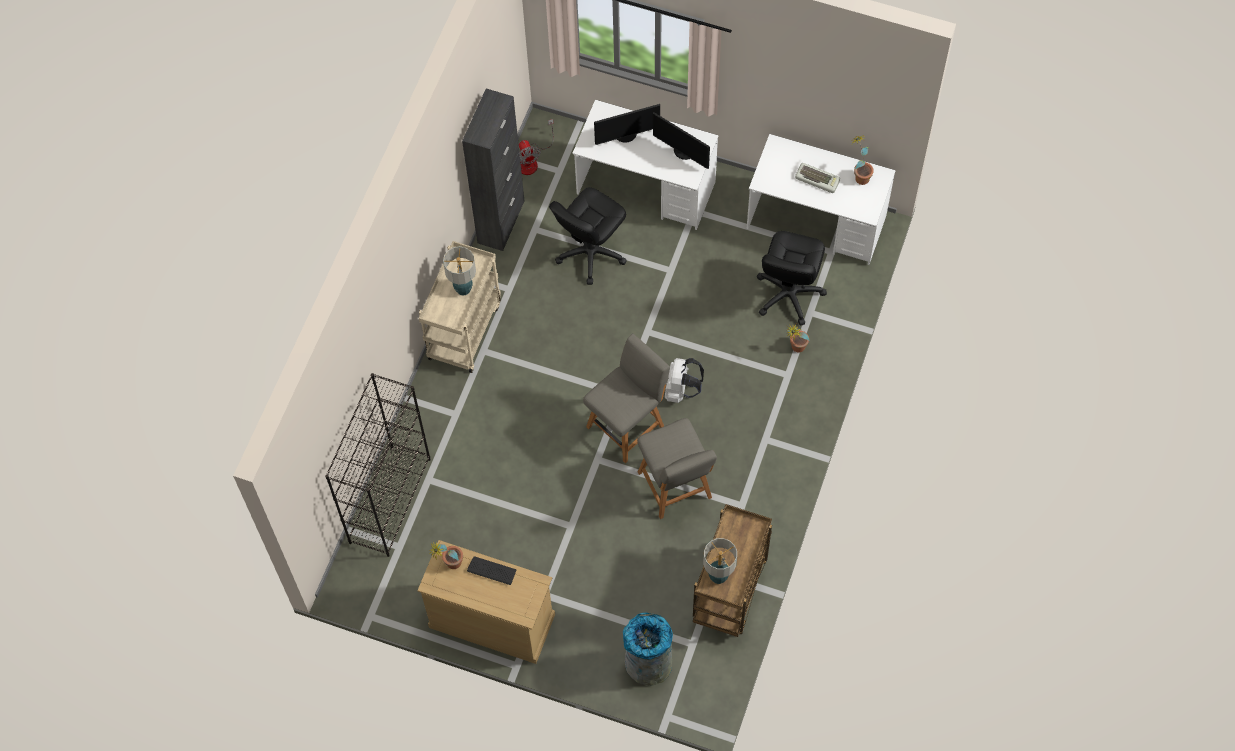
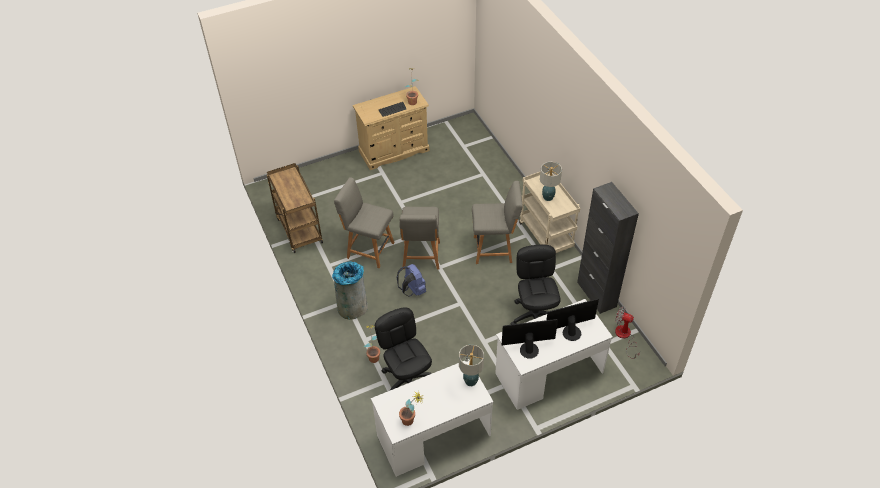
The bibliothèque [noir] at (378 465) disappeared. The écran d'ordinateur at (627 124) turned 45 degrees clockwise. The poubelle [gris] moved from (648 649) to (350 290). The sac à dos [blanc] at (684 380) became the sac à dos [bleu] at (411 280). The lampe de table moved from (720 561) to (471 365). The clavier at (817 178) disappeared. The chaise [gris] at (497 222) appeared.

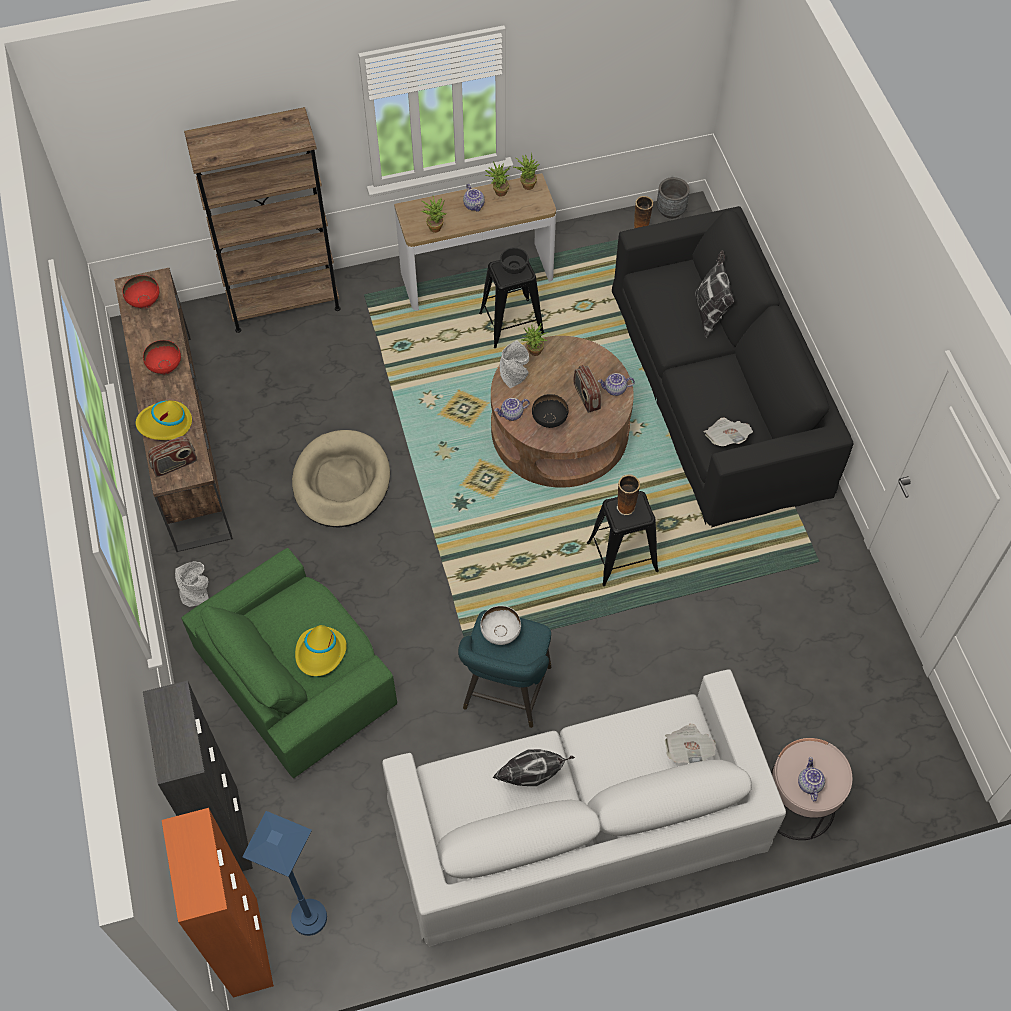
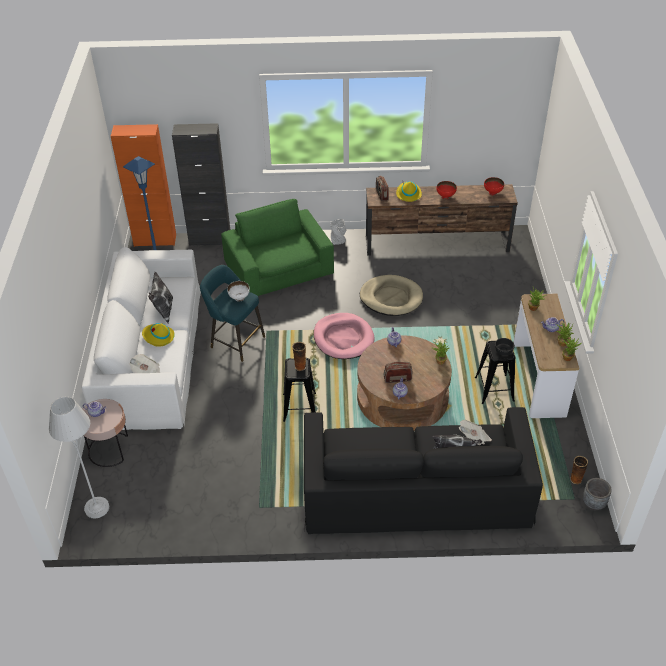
The bibliothèque [marron] at (262 220) disappeared. The chapeau [jaune] moved from (321 650) to (158 335). The vase [gris] at (514 364) disappeared. The bol [noir] at (550 411) disappeared. The journal moved from (728 431) to (475 432). The lampadaire [gris] at (79 457) appeared. The panier pour chien [rose] at (344 336) appeared.

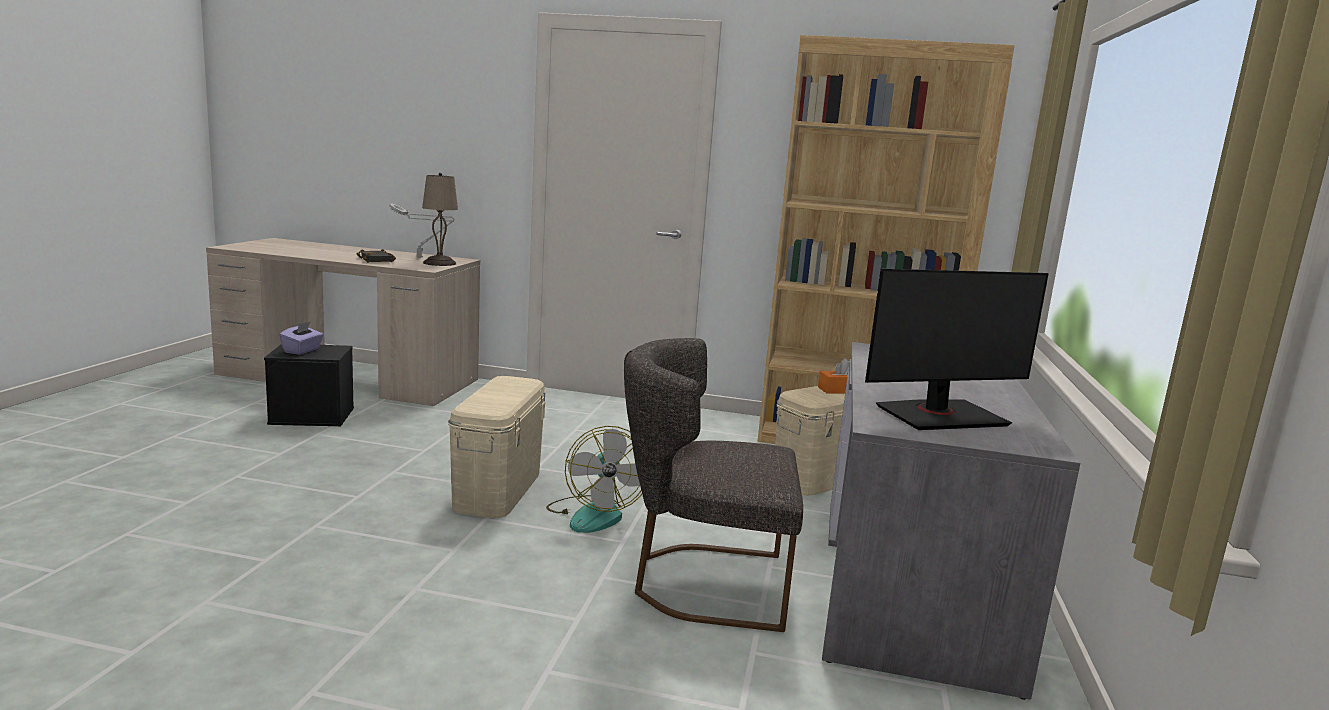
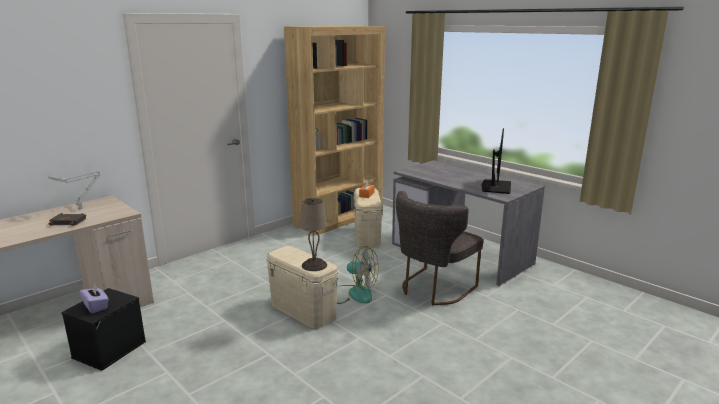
The lampe de table [beige] moved from (440 219) to (313 234).

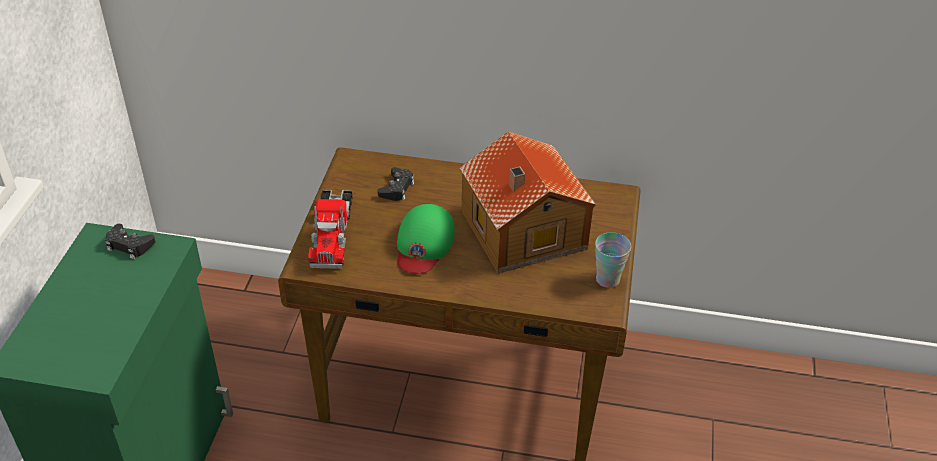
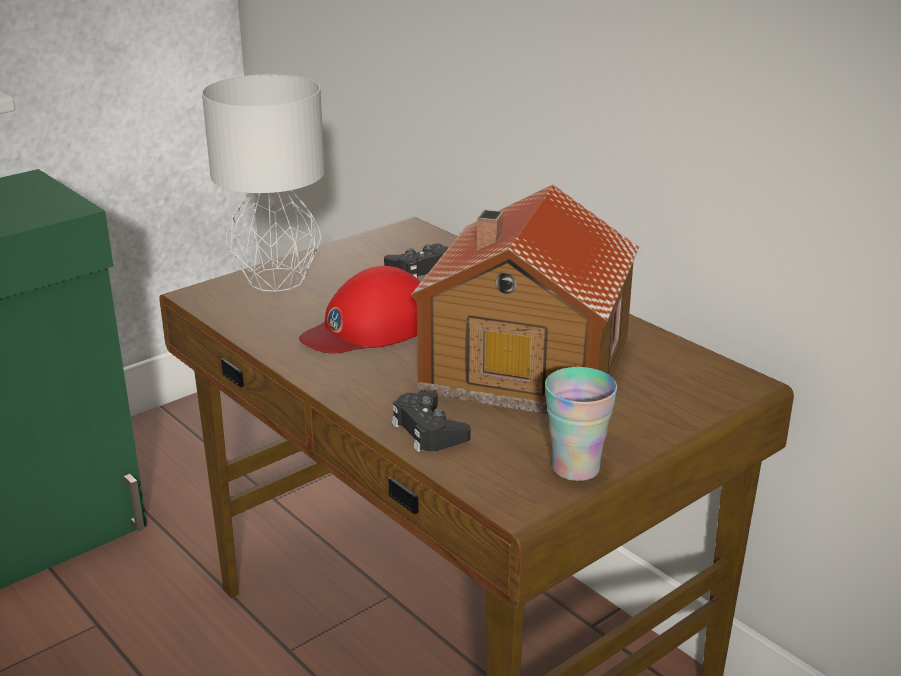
The manette [noir] moved from (130 241) to (431 421). The camion jouet at (330 229) was replaced by the lampe de table [gris] at (263 183). The casquette [vert] at (426 239) became the casquette [rouge] at (360 310).

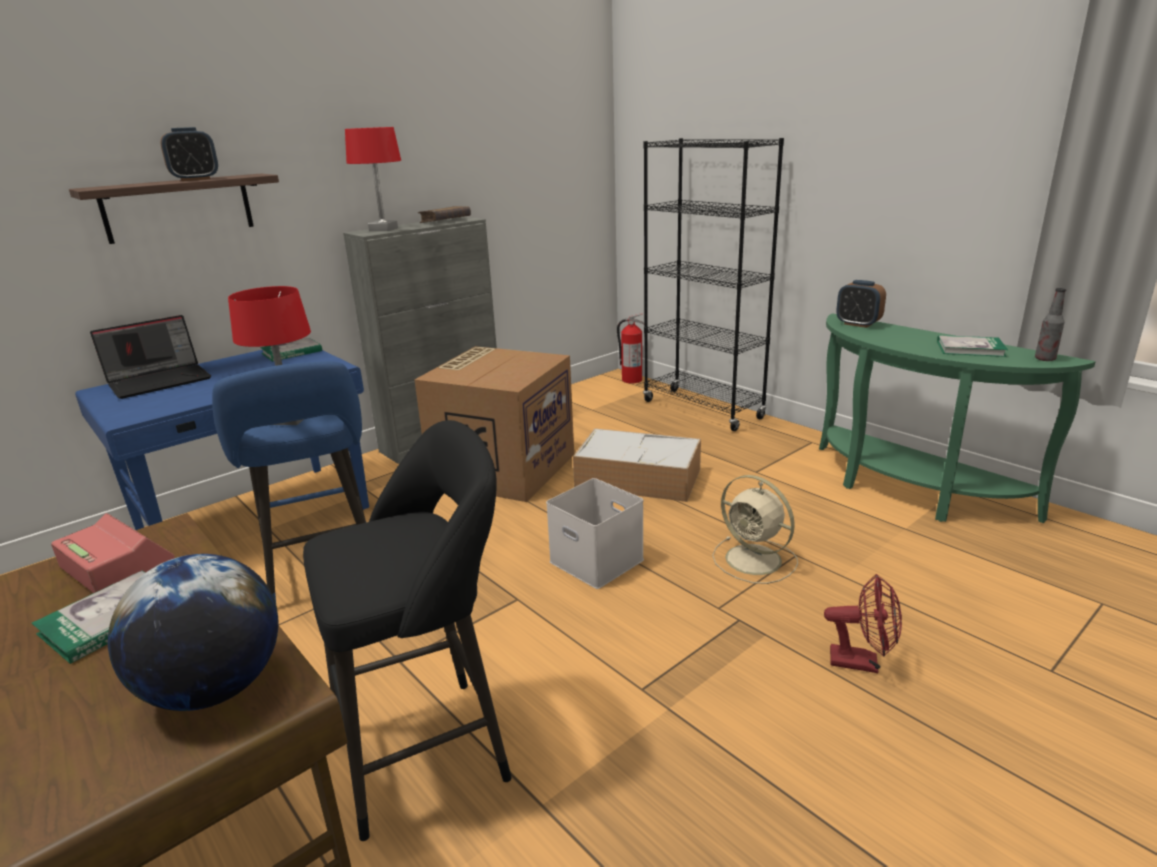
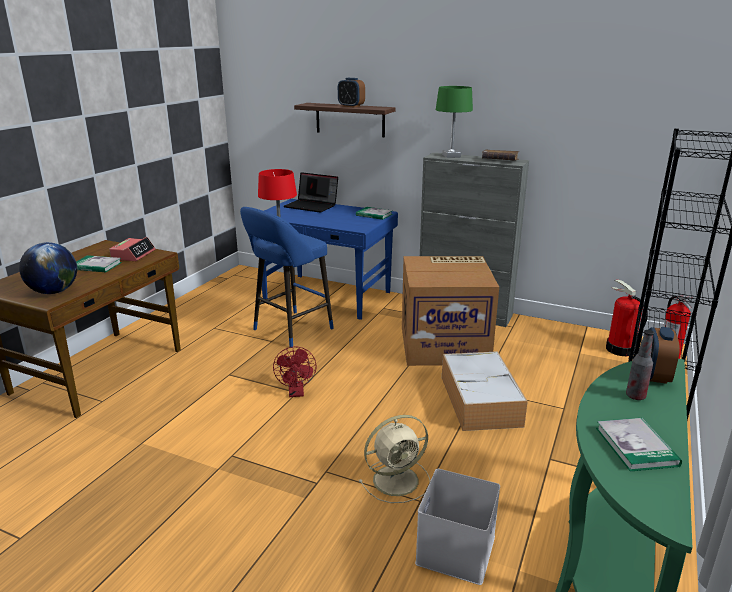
The tabouret [noir] at (407 630) disappeared. The lampe de table [rouge] at (373 179) became the lampe de table [vert] at (454 122). The boîte de rangement [blanc] moved from (595 533) to (457 527). The ventilateur [beige] at (755 529) turned 135 degrees counterclockwise. The ventilateur [rouge] moved from (863 623) to (295 371). The bouteille moved from (1050 324) to (640 365). The extincteur at (627 317) appeared.

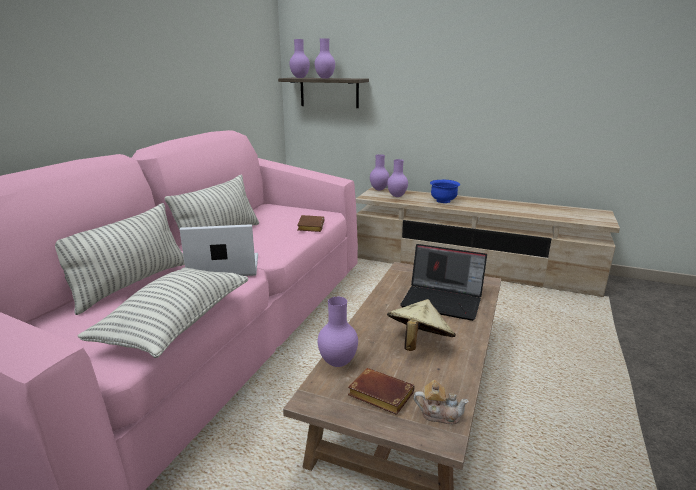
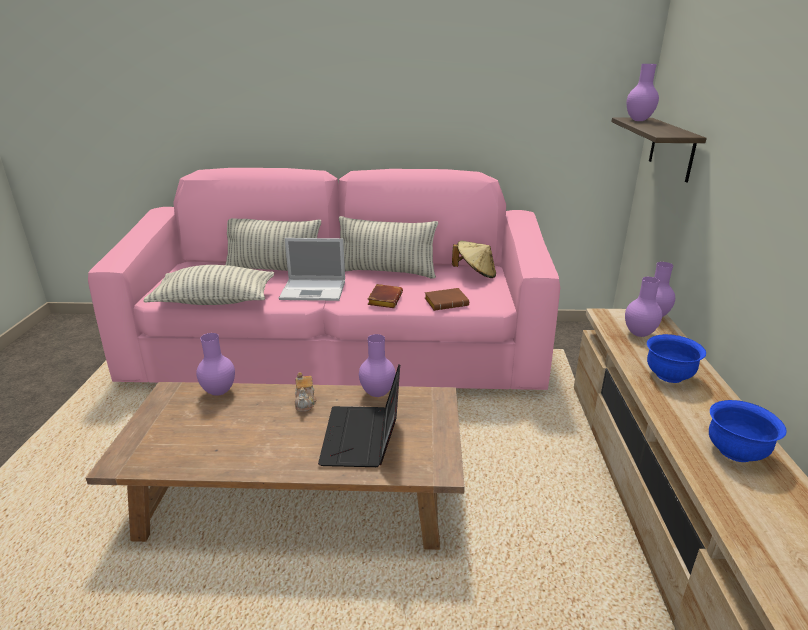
The ordinateur portable at (219 250) turned 120 degrees clockwise. The vase [violet] moved from (325 58) to (377 365). The livre [marron] moved from (381 391) to (385 296). The chapeau [beige] moved from (421 325) to (474 259). The théière moved from (441 402) to (305 392). The bol [bleu] at (748 431) appeared.

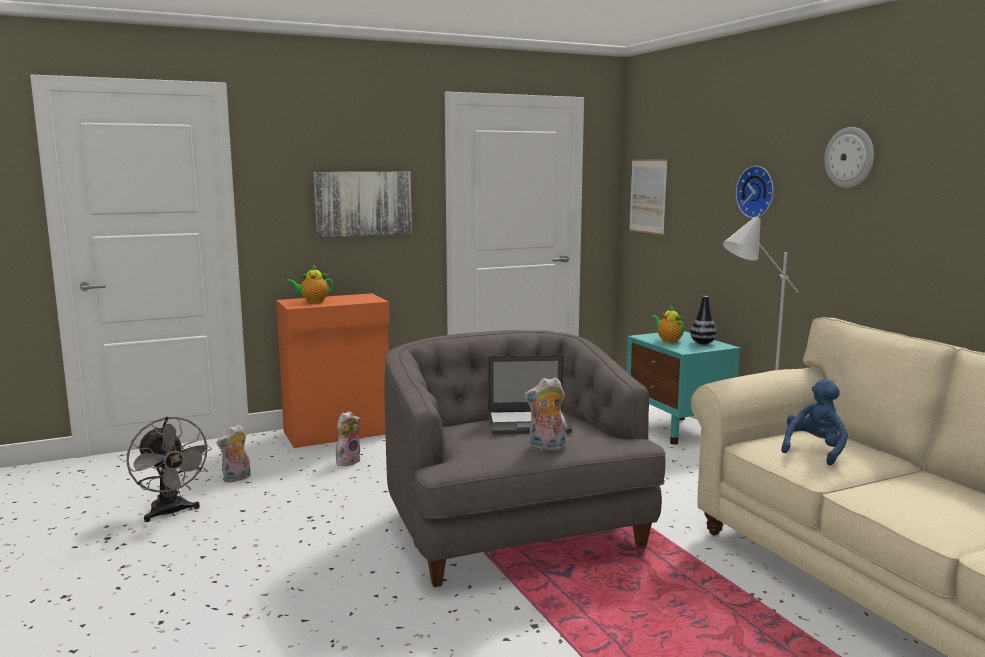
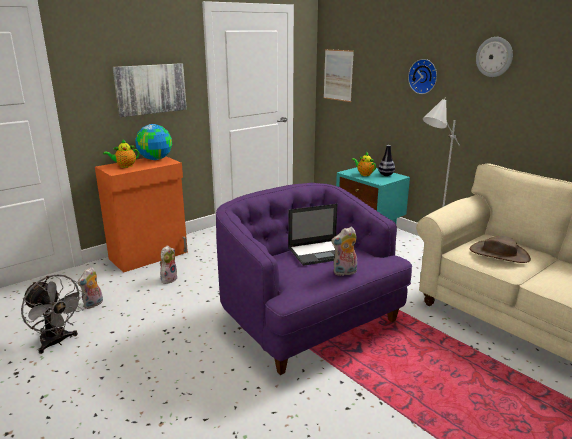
The fauteuil [gris] at (525 458) became the fauteuil [violet] at (314 279). The peluche [bleu] at (814 422) was replaced by the chapeau [marron] at (500 249). The globe at (153 142) appeared.

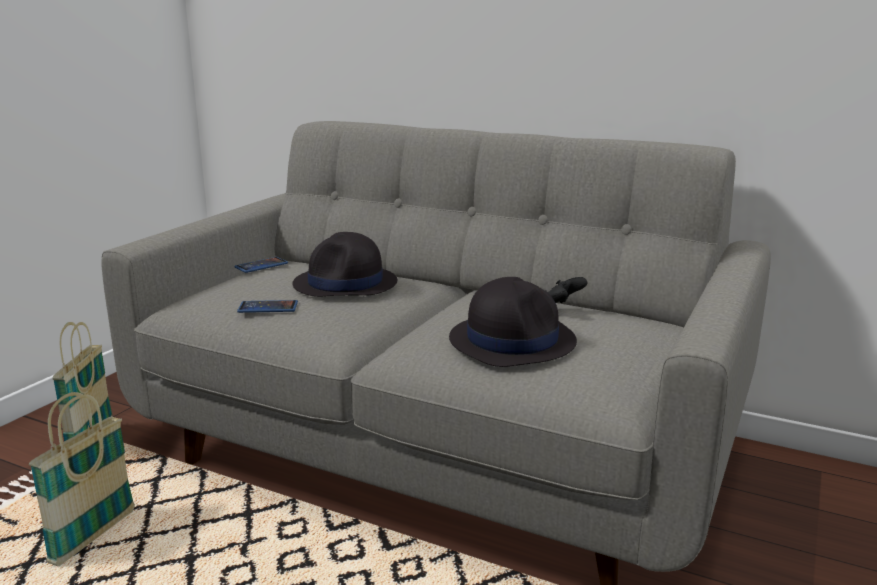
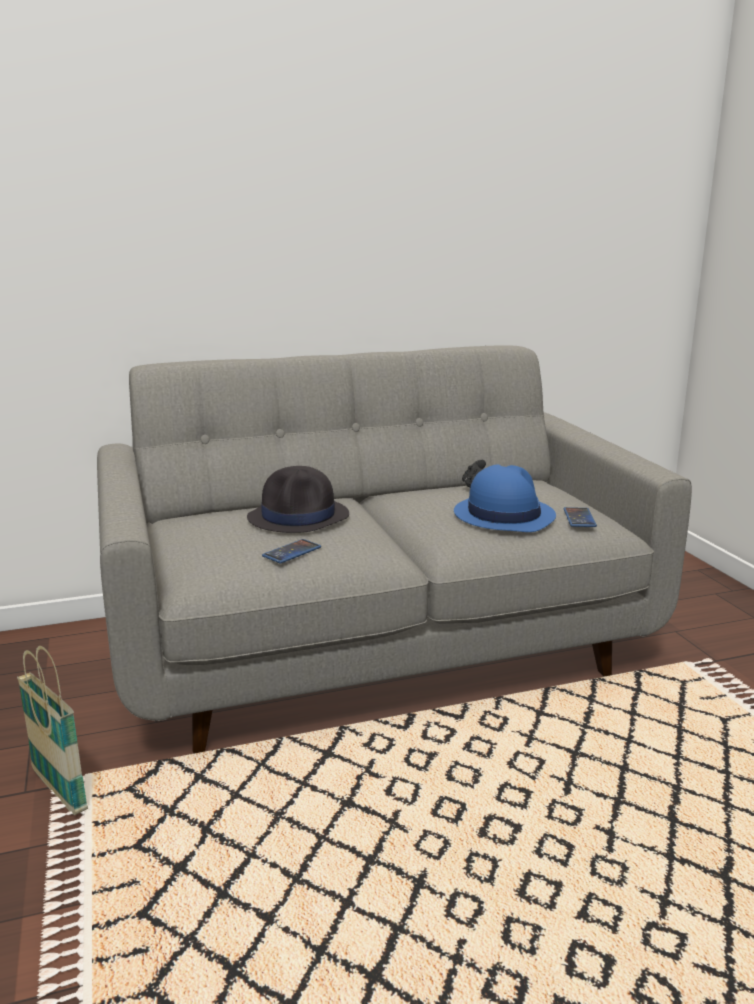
The panier at (82 479) disappeared. The téléphone moved from (261 265) to (580 517). The chapeau [noir] at (513 322) became the chapeau [bleu] at (505 498).

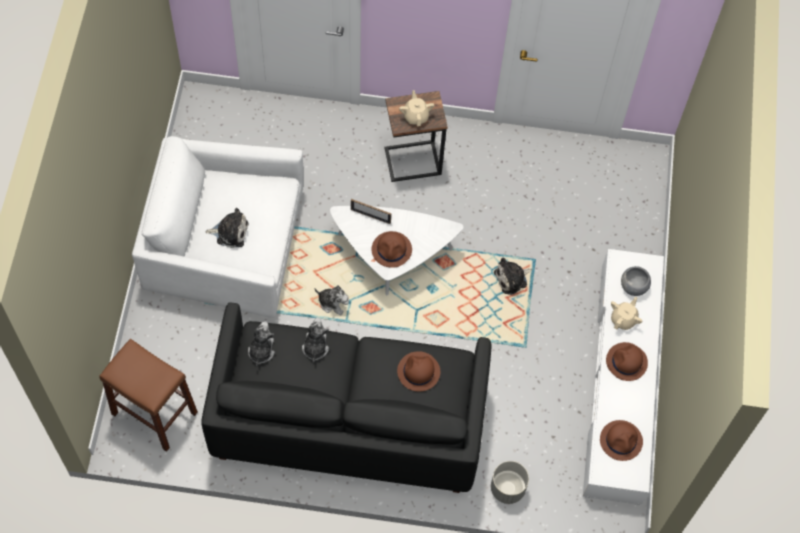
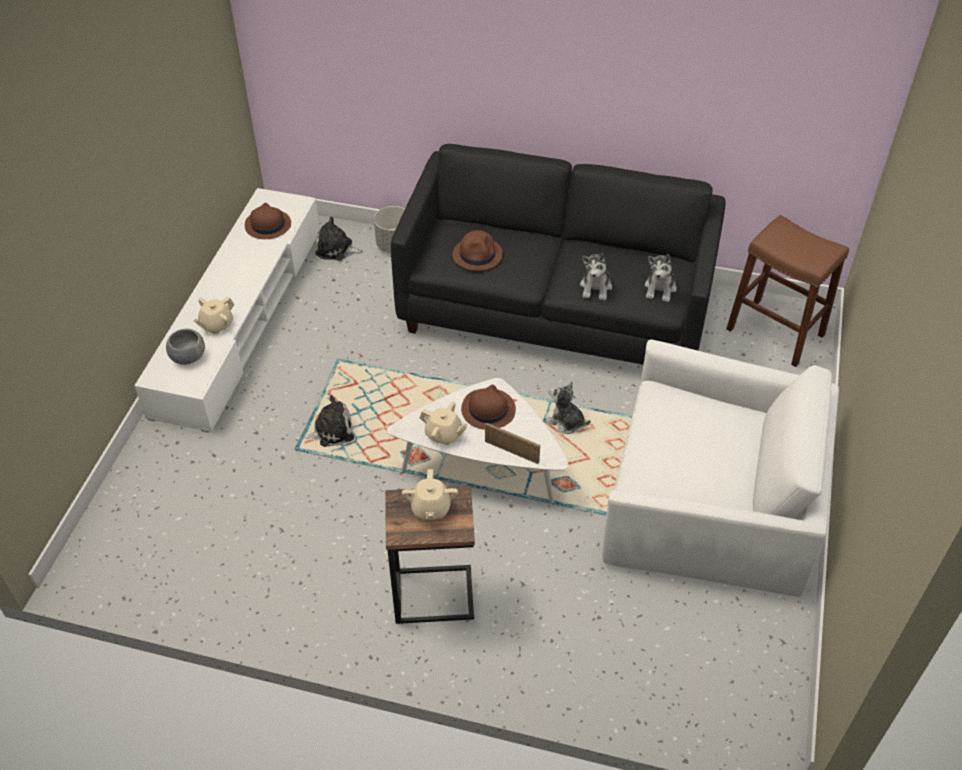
The peluche moved from (227 228) to (339 238). The chapeau [marron] at (627 361) disappeared. The théière [beige] at (444 424) appeared.

